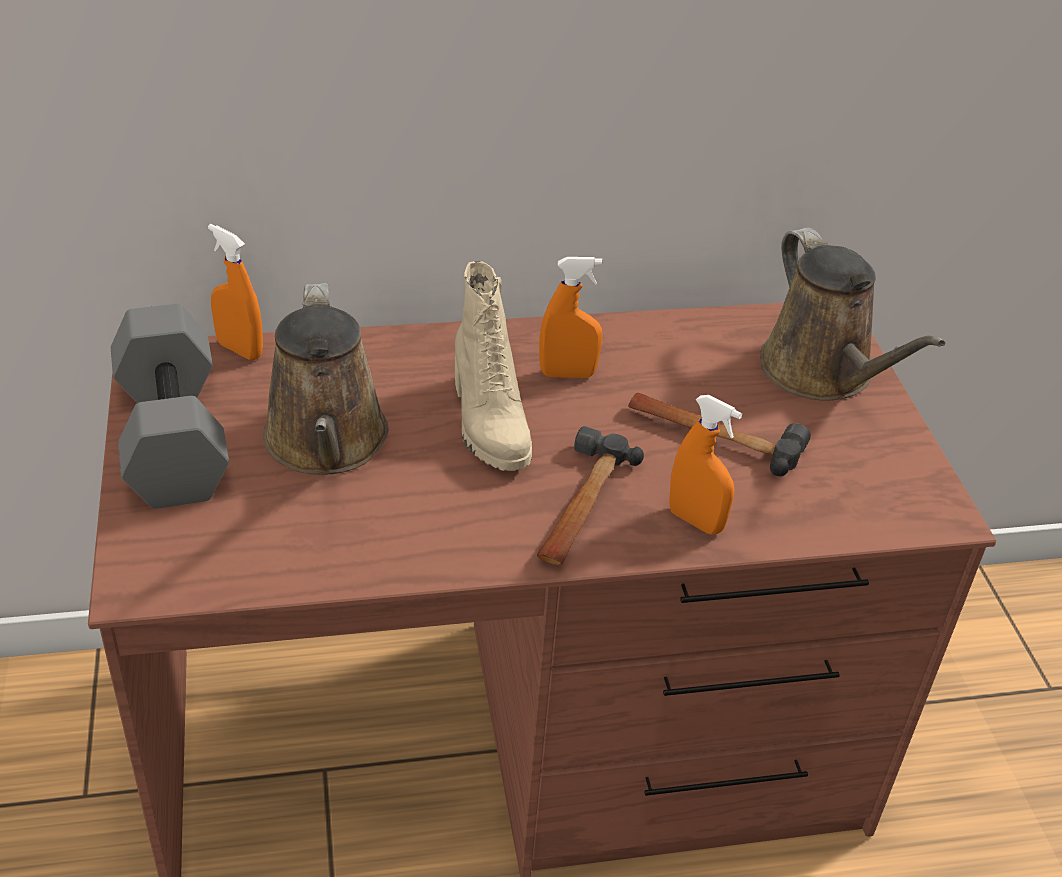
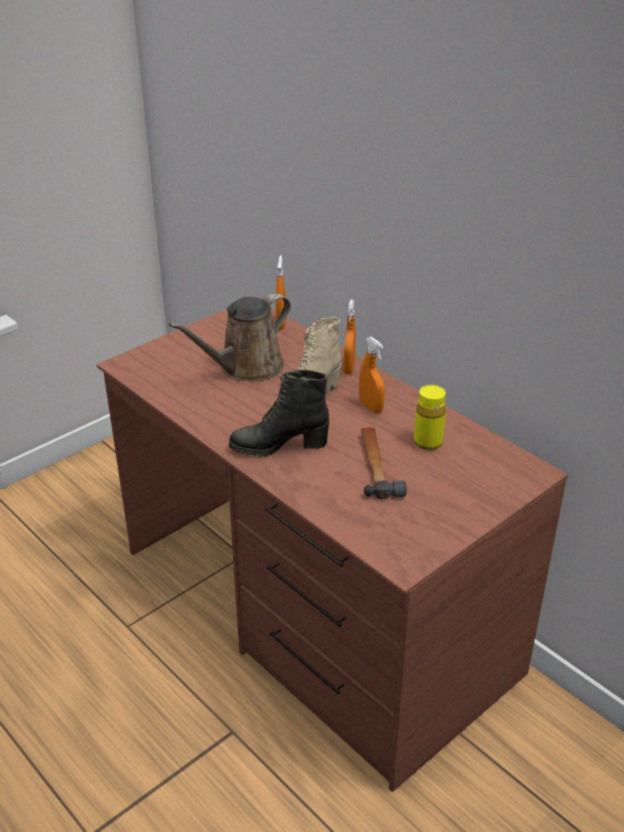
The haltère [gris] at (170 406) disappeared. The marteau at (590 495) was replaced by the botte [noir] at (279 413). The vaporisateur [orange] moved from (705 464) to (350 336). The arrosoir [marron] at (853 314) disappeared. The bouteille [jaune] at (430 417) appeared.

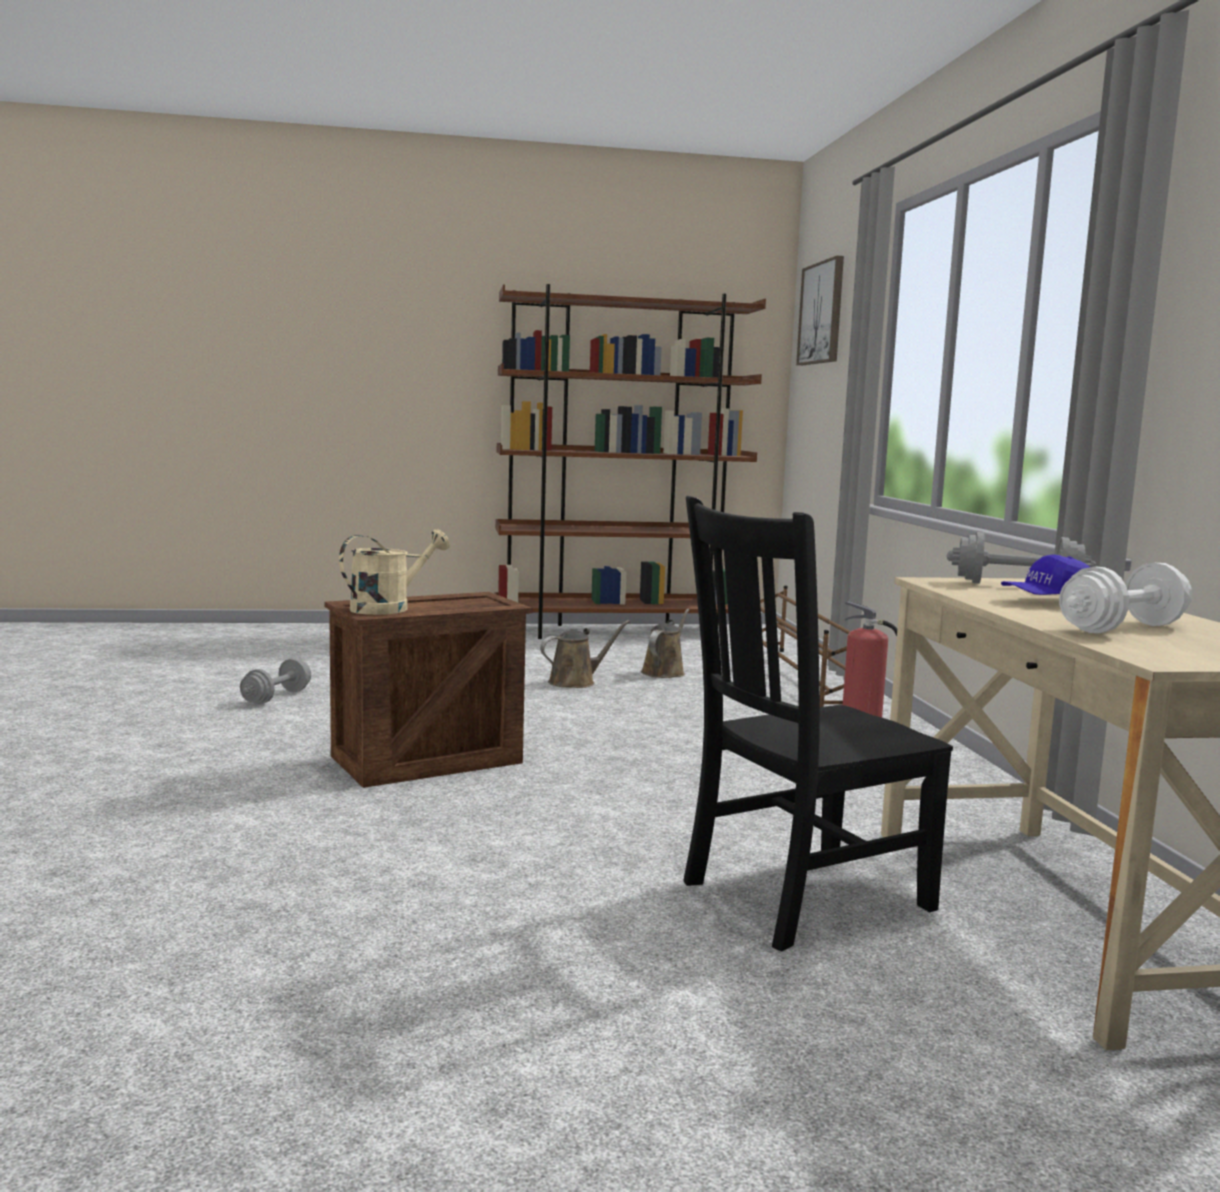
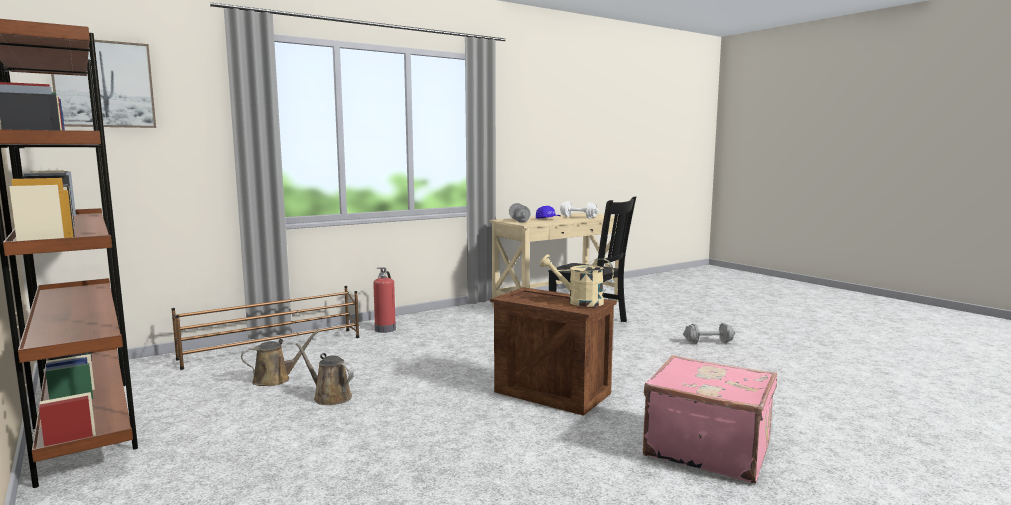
The haltère [gris] moved from (275 681) to (709 333). The arrosoir [marron] at (665 643) turned 150 degrees clockwise. The valise [rose] at (710 419) appeared.

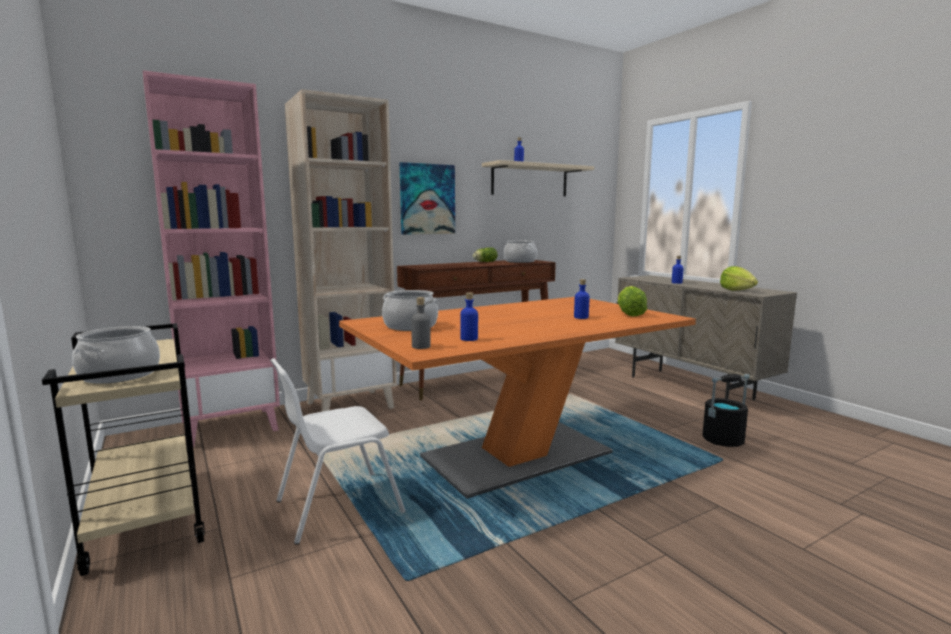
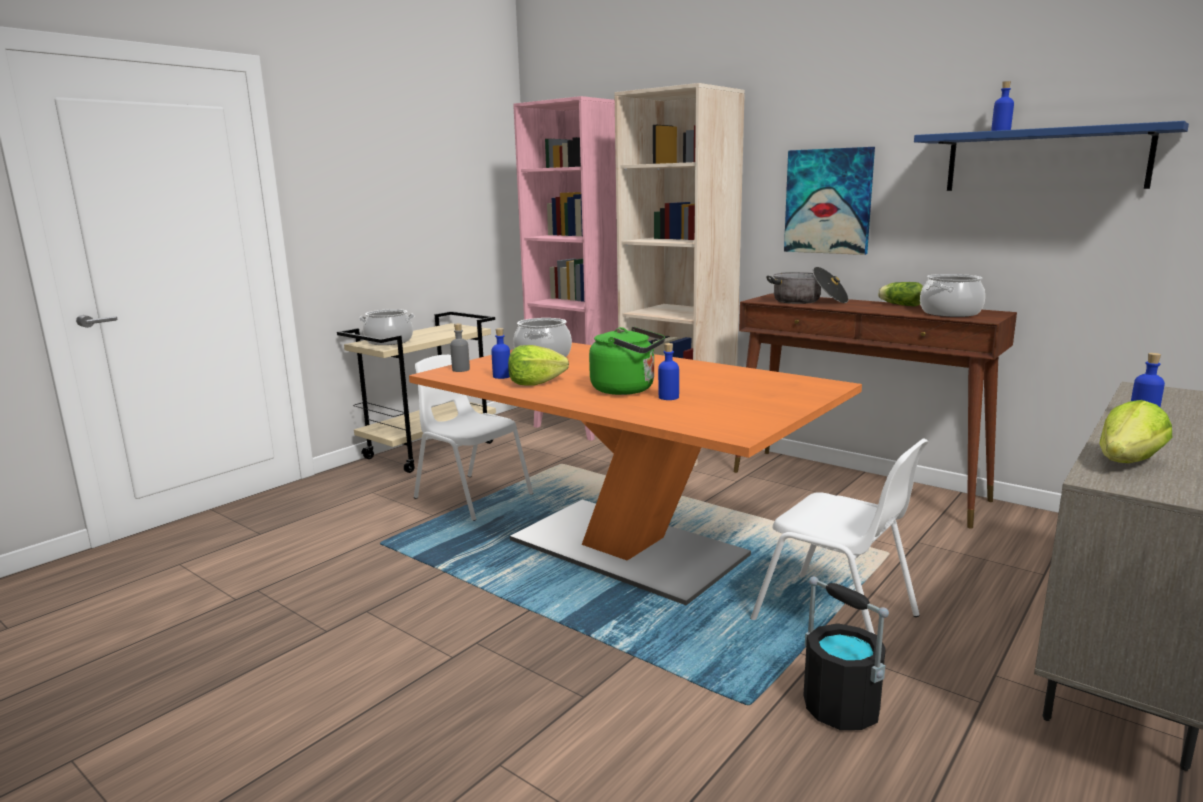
The étagère [beige] at (538 178) became the étagère [bleu] at (1051 156). The laitue moved from (632 301) to (538 365). The bouilloire [vert] at (627 360) appeared. The chaise [blanc] at (839 536) appeared. The marmite at (808 285) appeared.

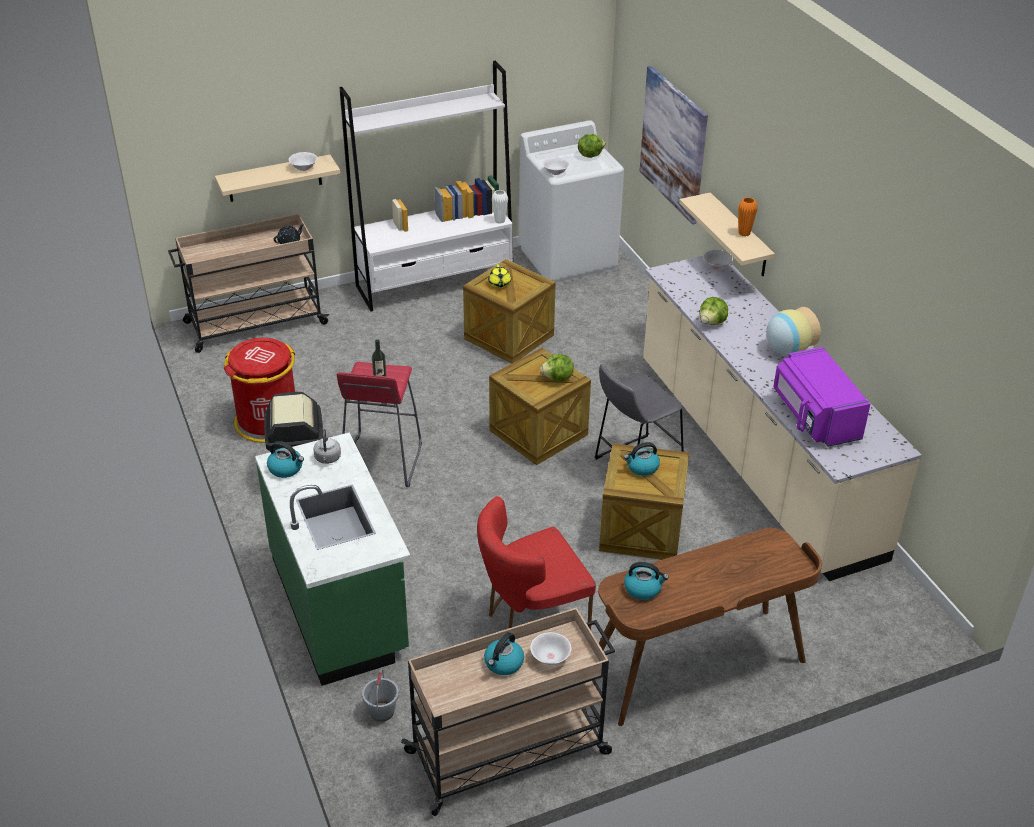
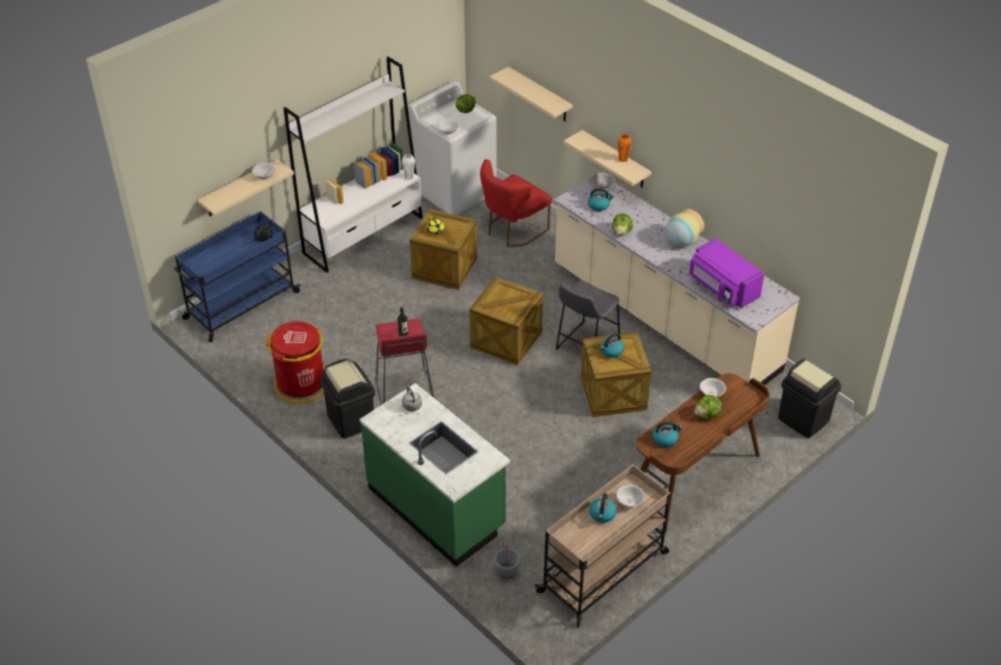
The chariot [beige] at (248 283) became the chariot [bleu] at (237 276). The bouilloire moved from (285 459) to (601 199). The chaise [rouge] moved from (536 563) to (516 203). The laitue moved from (557 368) to (707 407). The tableau at (673 145) was replaced by the étagère [beige] at (531 94). The bol [blanc] at (713 387) appeared. The poubelle [noir] at (809 398) appeared.

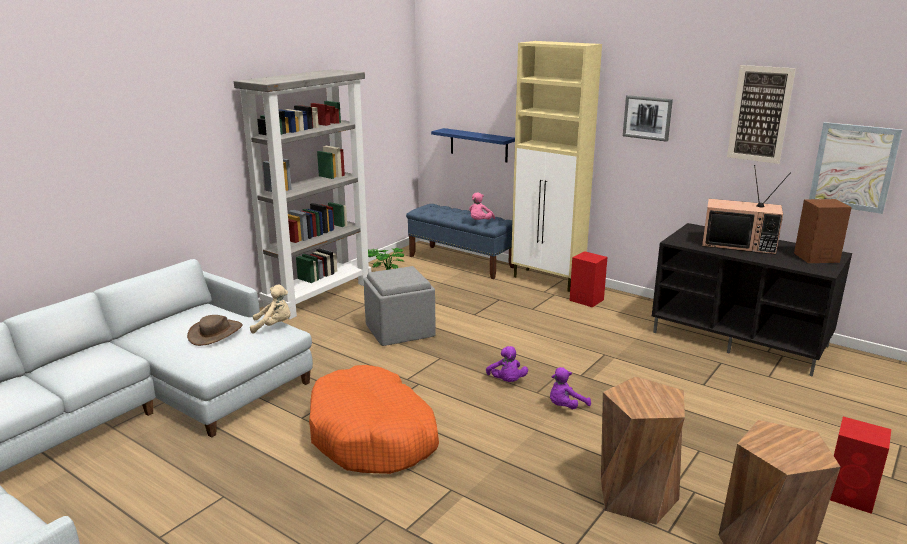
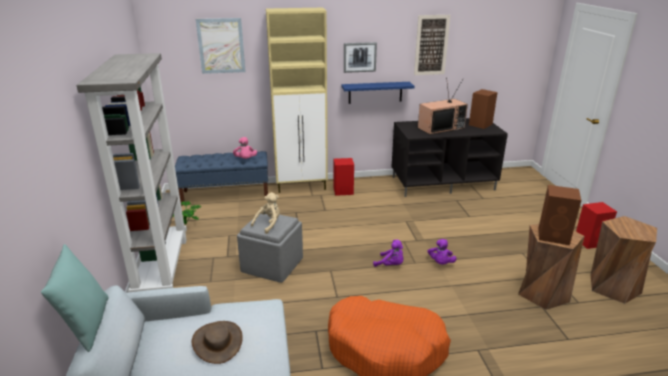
The peluche [beige] moved from (270 309) to (265 213). The étagère [bleu] moved from (473 145) to (378 93). The tableau moved from (855 168) to (221 46). The coussin [turquoise] at (75 298) appeared. The enceinte [marron] at (560 215) appeared.

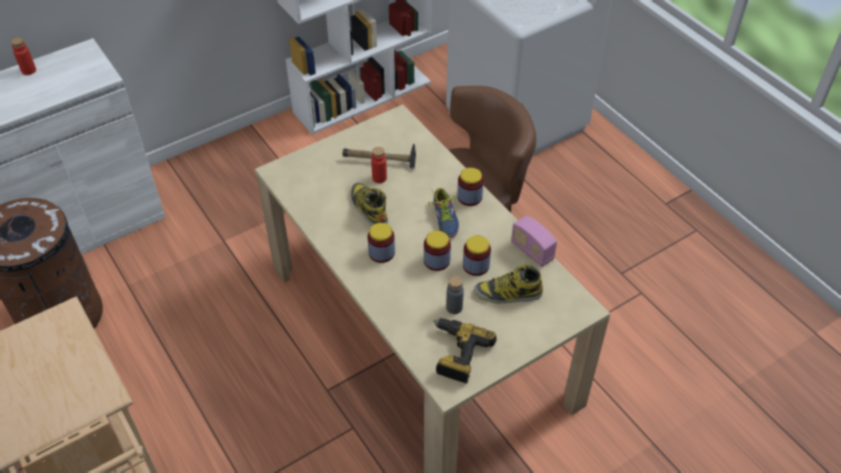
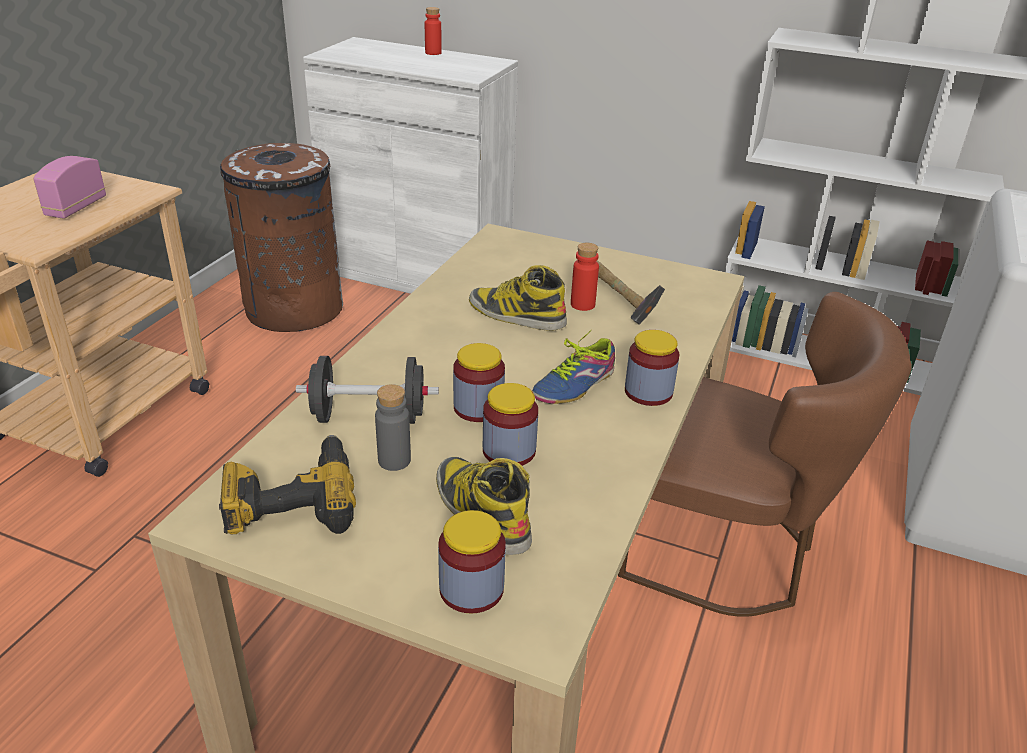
The botte at (369 204) turned 90 degrees counterclockwise. The bocal moved from (381 243) to (472 562). The radio moved from (534 241) to (69 187). The haltère [noir] at (367 390) appeared.

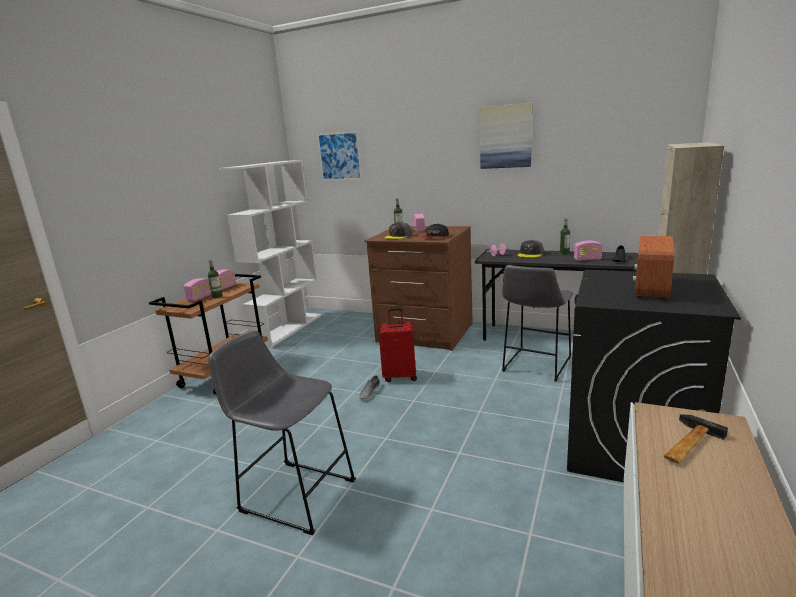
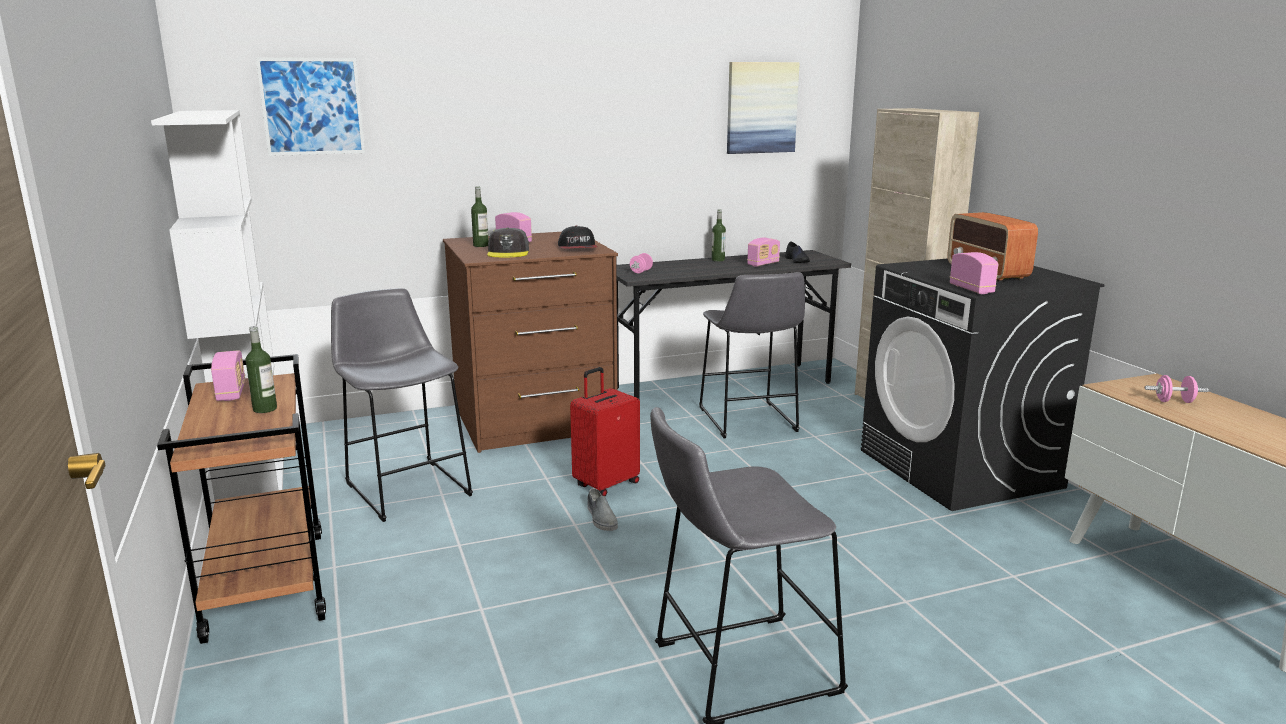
The radio moved from (197 289) to (974 273). The tableau moved from (506 136) to (763 108). The casquette [gris] at (531 249) disappeared. The marteau at (695 439) was replaced by the haltère [rose] at (1177 389). The tabouret [gris] at (402 405) appeared.

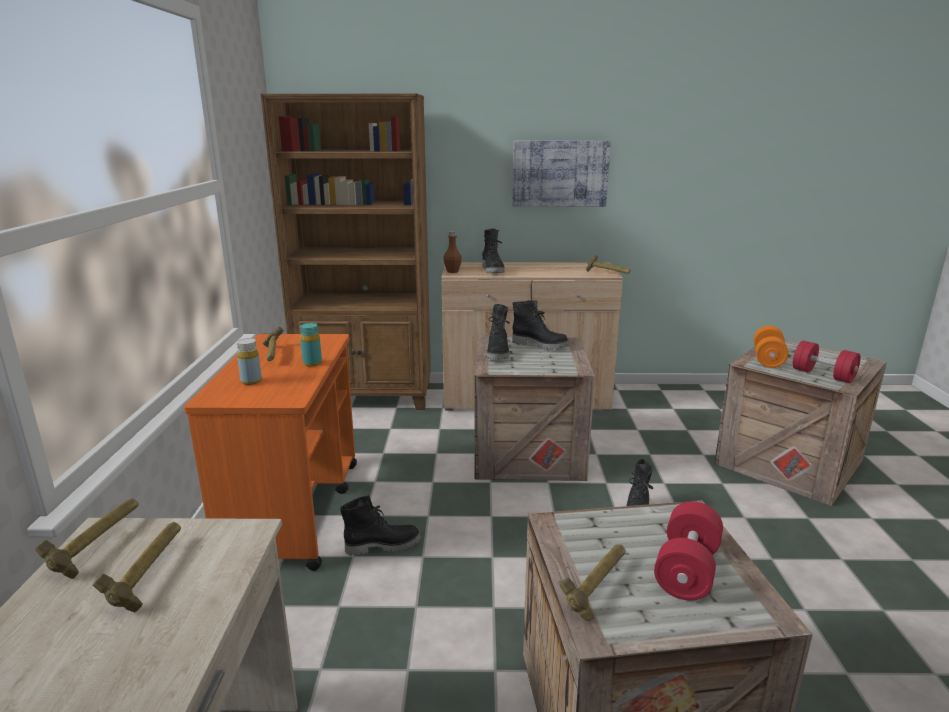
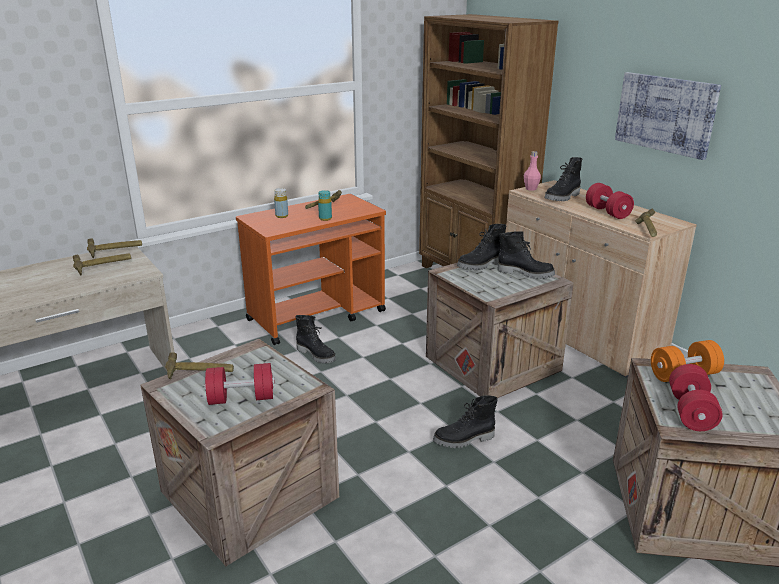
The bouteille [marron] at (452 252) became the bouteille [rose] at (532 171). The botte [noir] at (540 325) turned 60 degrees counterclockwise. The haltère [rouge] at (610 201) appeared.

